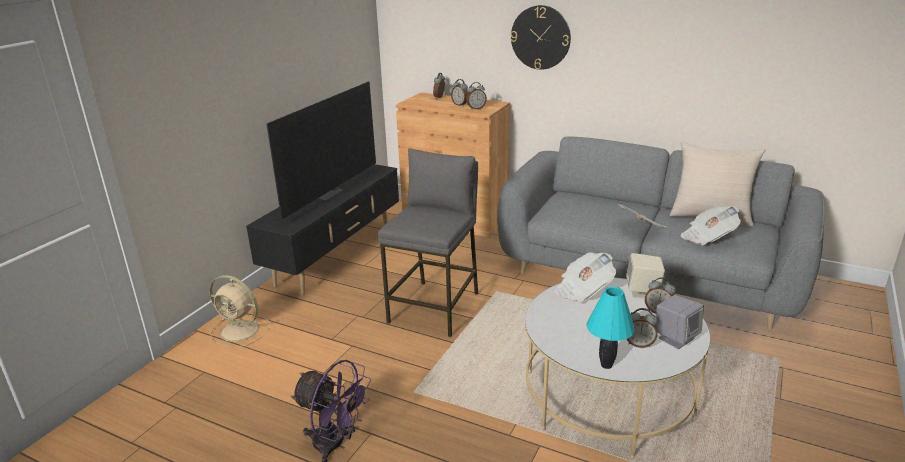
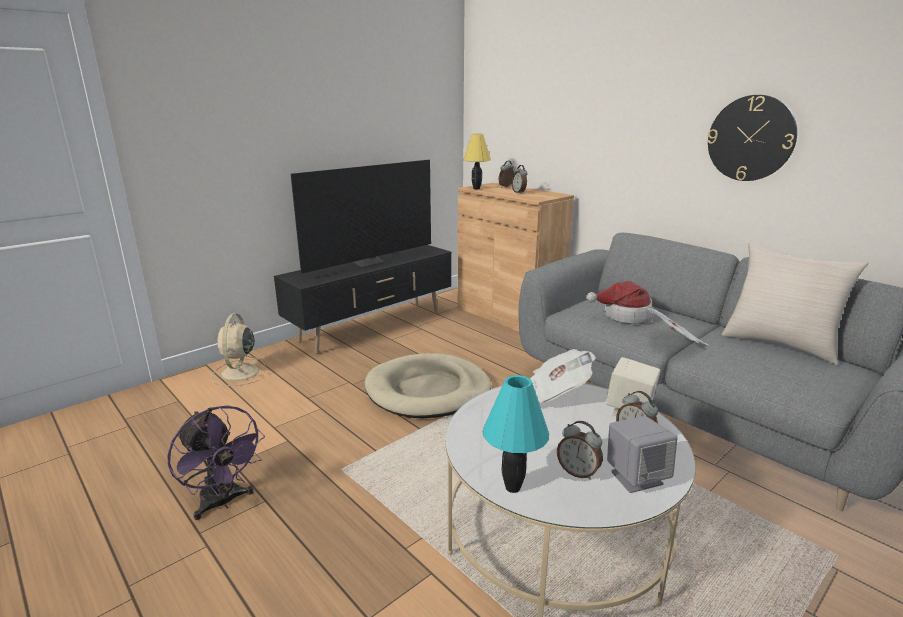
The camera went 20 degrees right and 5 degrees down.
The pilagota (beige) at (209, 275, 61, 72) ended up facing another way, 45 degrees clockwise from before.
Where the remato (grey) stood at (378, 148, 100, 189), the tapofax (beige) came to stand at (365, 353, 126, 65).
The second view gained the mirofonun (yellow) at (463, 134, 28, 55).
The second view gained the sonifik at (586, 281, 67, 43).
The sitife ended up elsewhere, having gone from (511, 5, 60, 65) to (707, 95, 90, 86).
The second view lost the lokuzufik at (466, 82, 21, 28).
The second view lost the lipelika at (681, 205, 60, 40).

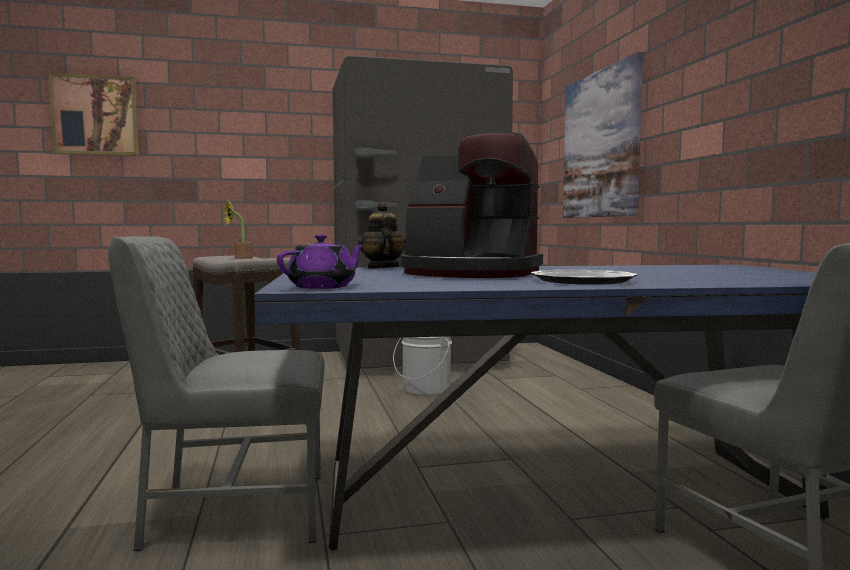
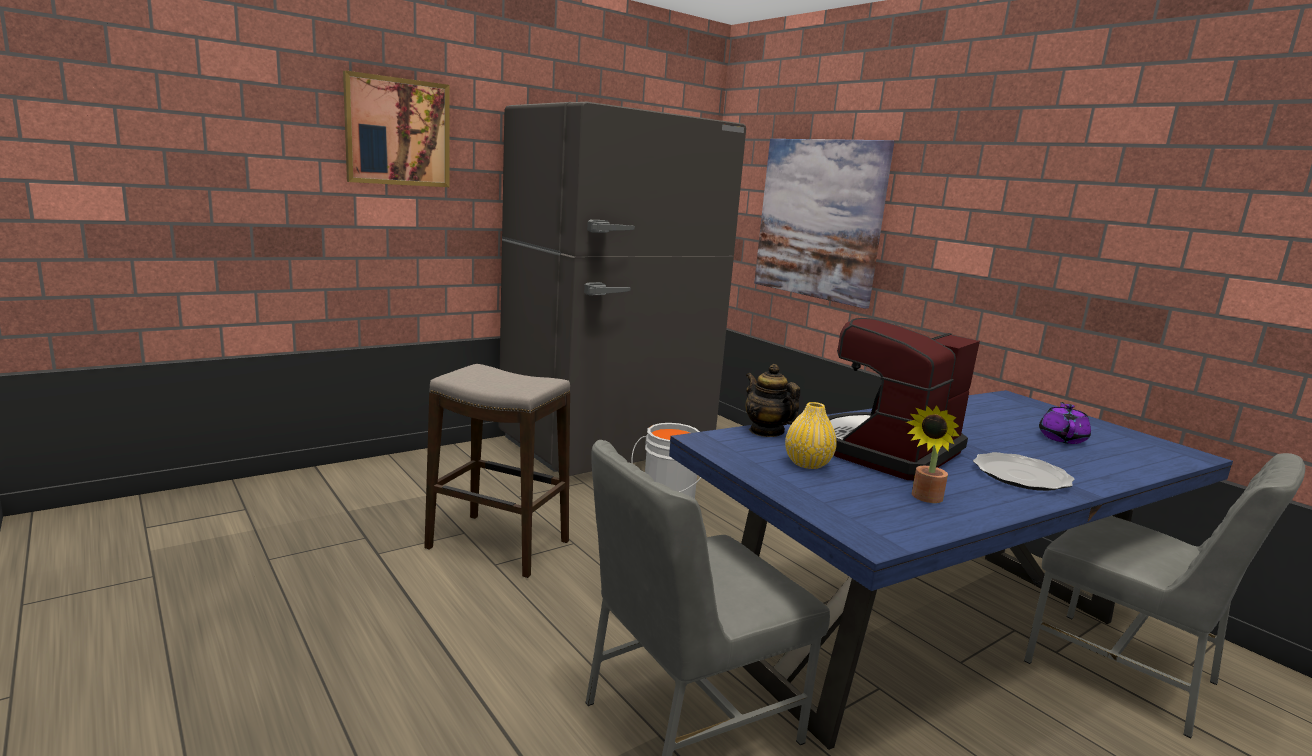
The camera went 25 degrees left and 10 degrees up.
The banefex ended up elsewhere, having gone from (49, 73, 90, 83) to (343, 70, 106, 117).
The second view gained the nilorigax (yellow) at (785, 402, 52, 67).
The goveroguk at (400, 131, 143, 147) ended up facing another way, 135 degrees clockwise from before.
The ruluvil ended up elsewhere, having gone from (223, 201, 30, 58) to (906, 405, 53, 98).
The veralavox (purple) ended up elsewhere, having gone from (277, 235, 88, 54) to (1039, 402, 52, 42).

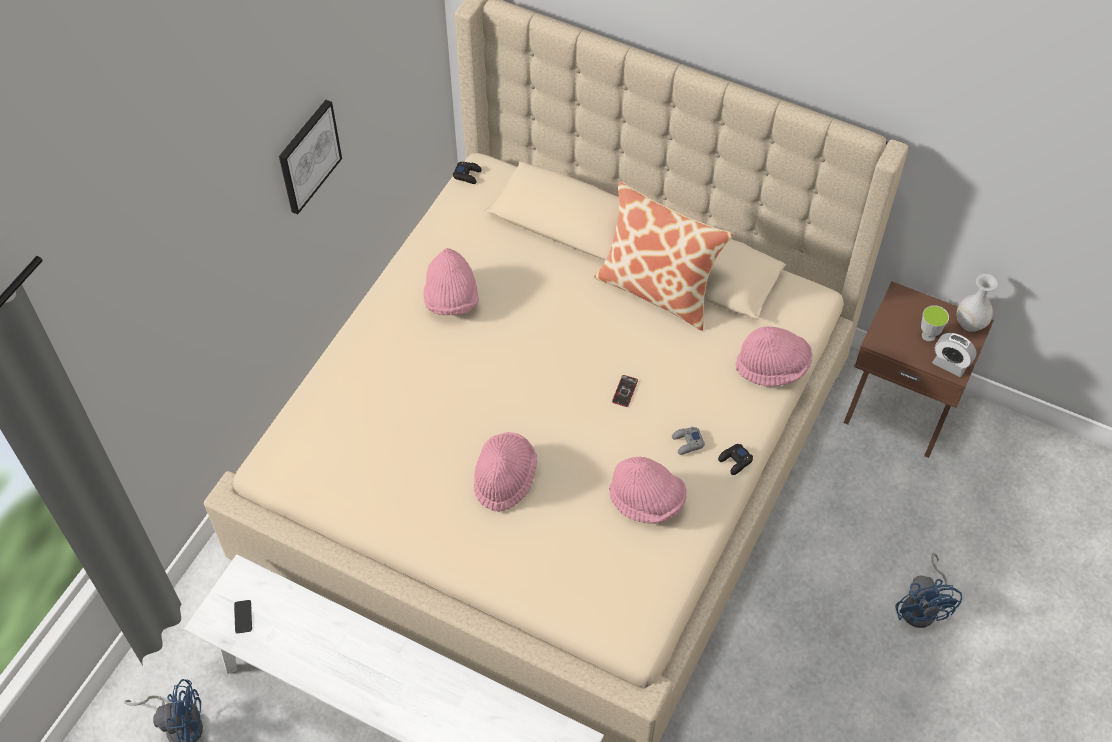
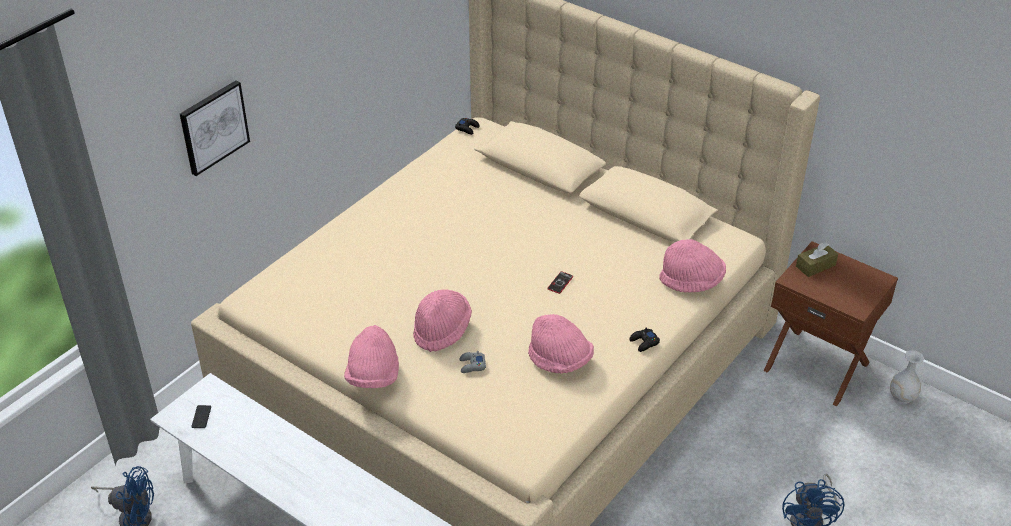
The camera went 10 degrees right and 15 degrees down.
The banefex ended up elsewhere, having gone from (279, 100, 63, 115) to (180, 80, 70, 96).
The sonifik (pink) ended up elsewhere, having gone from (423, 248, 56, 68) to (344, 325, 55, 63).
The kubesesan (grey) ended up elsewhere, having gone from (672, 427, 33, 28) to (460, 351, 26, 22).
The second view gained the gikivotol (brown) at (796, 243, 42, 34).
The nilorigax (white) ended up elsewhere, having gone from (957, 274, 41, 58) to (890, 350, 34, 54).
The second view lost the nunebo at (594, 181, 140, 150).
The second view lost the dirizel at (921, 305, 28, 37).
The second view lost the lokuzufik at (932, 333, 45, 44).

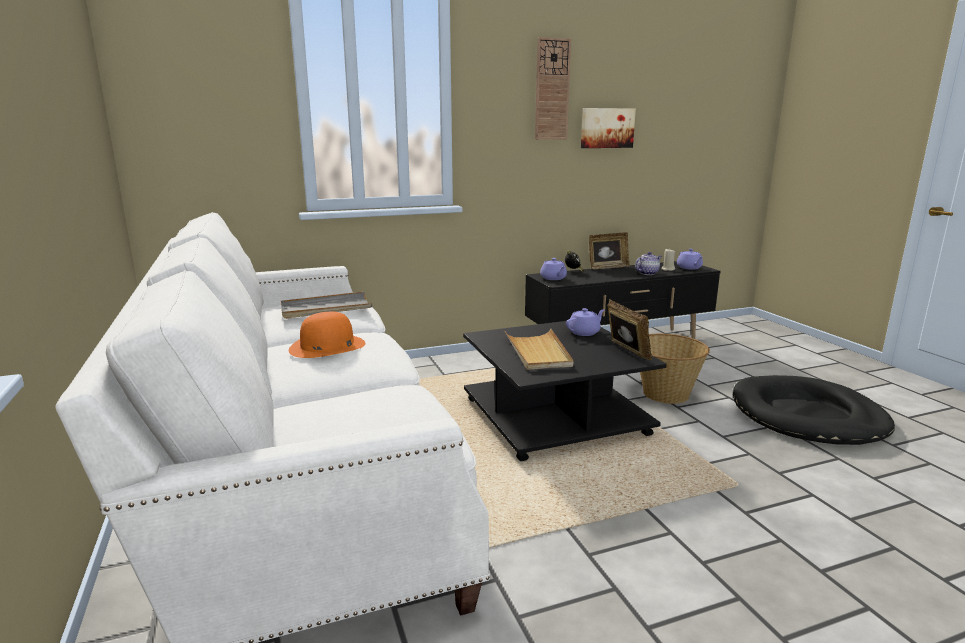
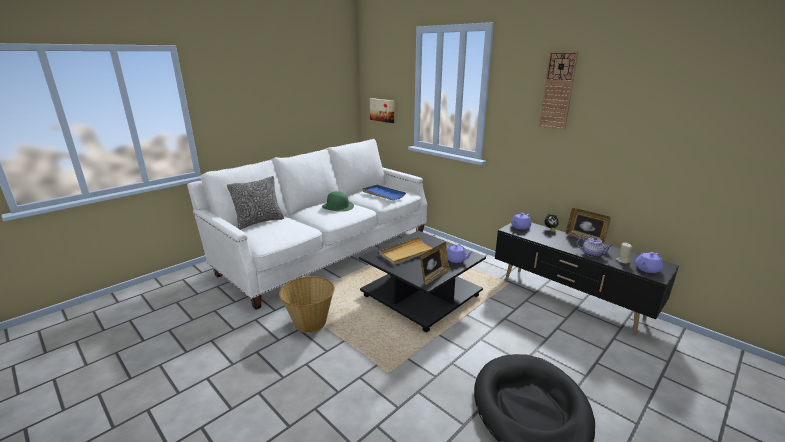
The camera went 65 degrees right and 5 degrees up.
The second view gained the nunebo at (227, 176, 57, 54).
The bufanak ended up elsewhere, having gone from (640, 334, 70, 70) to (279, 276, 56, 57).
What was the sonifik (orange) at (289, 312, 76, 46) turned into the sonifik (green) at (322, 191, 32, 21).
What was the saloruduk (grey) at (281, 291, 91, 28) turned into the saloruduk (blue) at (363, 185, 43, 15).
The banefex ended up elsewhere, having gone from (581, 108, 55, 40) to (370, 98, 24, 25).

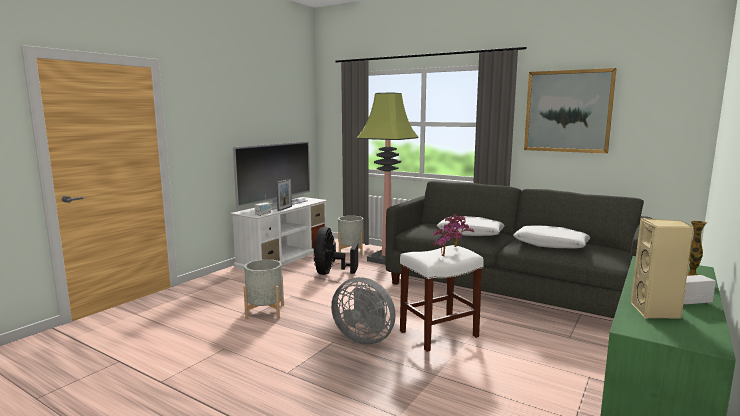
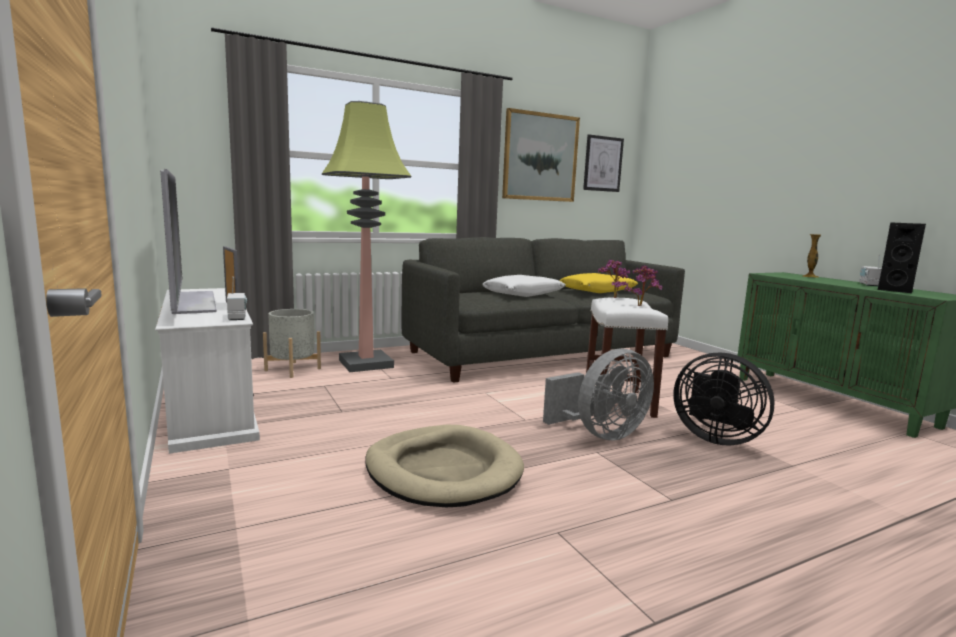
The camera went 60 degrees left and 0 degrees up.
Where the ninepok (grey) stood at (244, 259, 40, 61), the tapofax (beige) came to stand at (365, 425, 159, 82).
What was the nunebo (white) at (513, 226, 78, 22) turned into the nunebo (yellow) at (559, 273, 79, 20).
The second view gained the banefex at (583, 134, 41, 58).
The pilagota (black) ended up elsewhere, having gone from (314, 227, 44, 48) to (673, 352, 102, 94).
What was the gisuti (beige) at (630, 218, 64, 101) turned into the gisuti (black) at (878, 222, 48, 71).

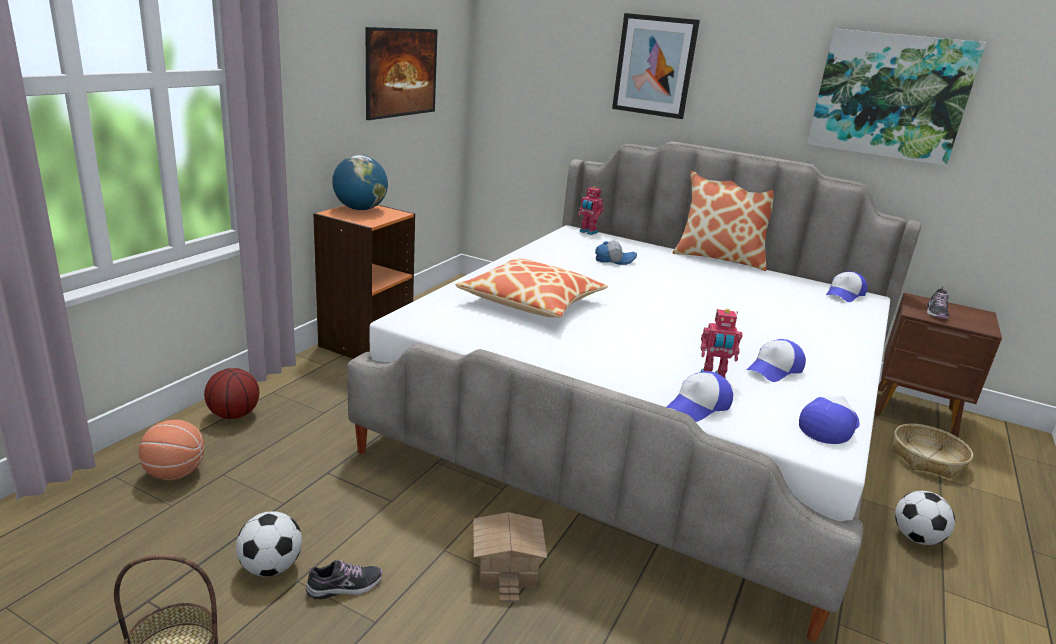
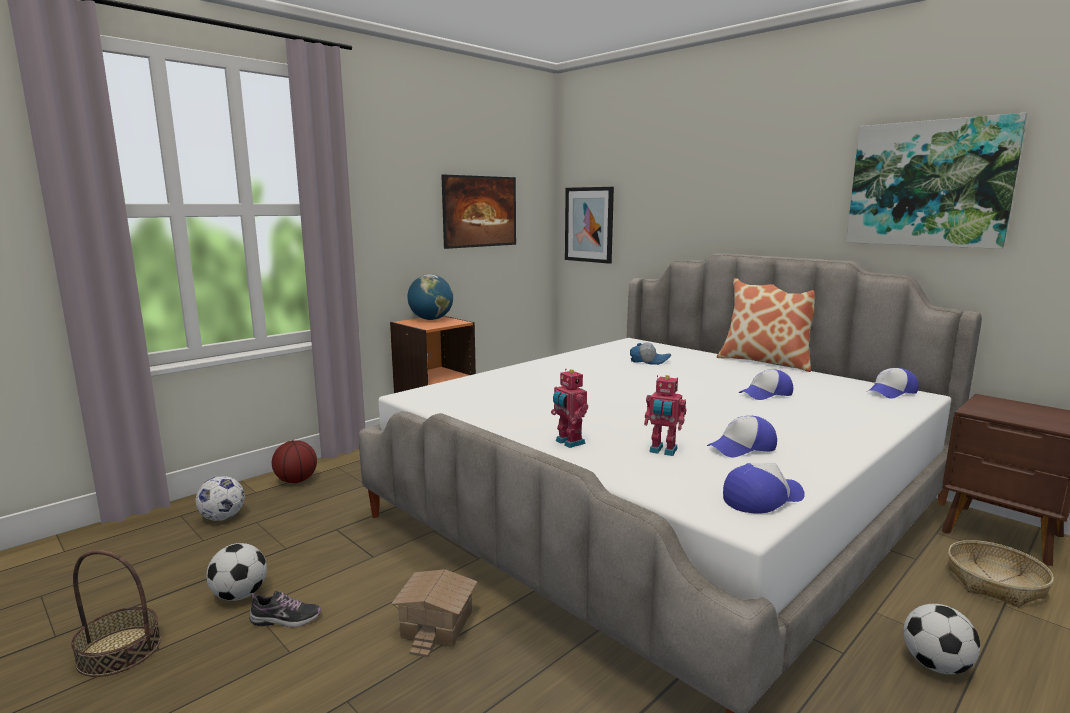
The camera went 20 degrees right and 10 degrees down.
Where the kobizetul stood at (138, 420, 67, 60), the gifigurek came to stand at (195, 476, 50, 45).
The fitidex ended up elsewhere, having gone from (578, 186, 26, 49) to (551, 368, 37, 80).
The banefex ended up elsewhere, having gone from (612, 13, 88, 106) to (565, 187, 49, 77).
The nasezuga ended up elsewhere, having gone from (667, 371, 66, 51) to (739, 369, 54, 31).
The second view lost the nunebo at (455, 259, 153, 59).
The second view lost the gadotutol at (927, 286, 22, 33).

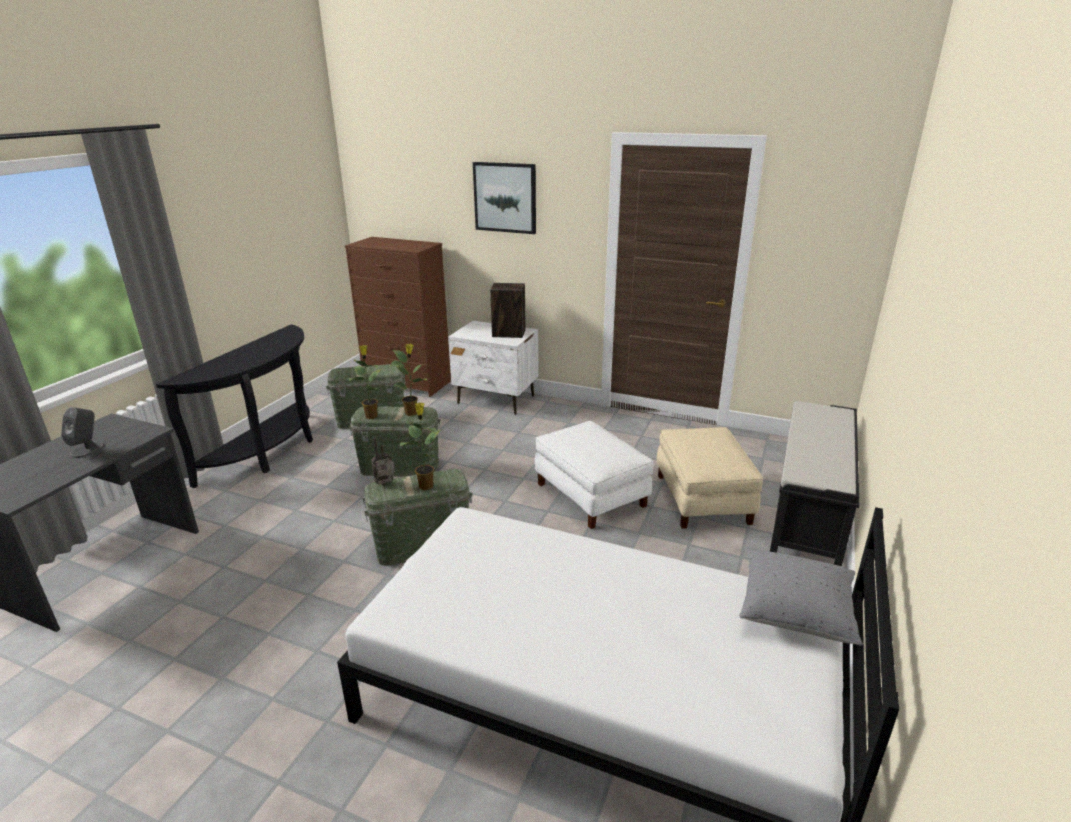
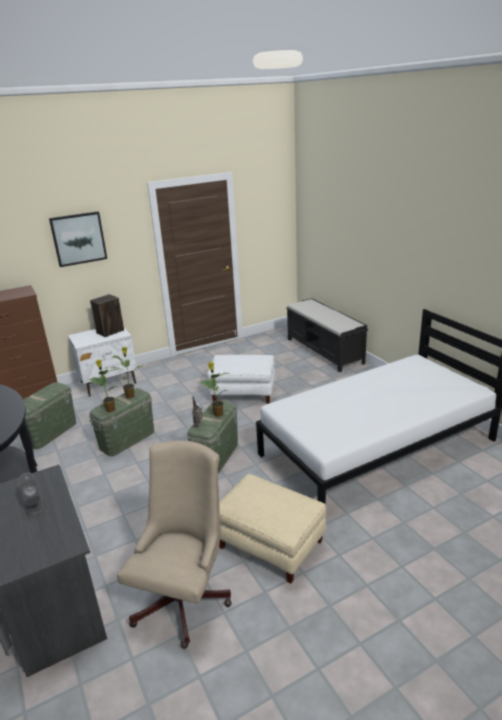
The camera went 50 degrees left and 0 degrees up.
The second view gained the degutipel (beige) at (117, 440, 115, 209).
The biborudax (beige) ended up elsewhere, having gone from (657, 427, 106, 102) to (219, 474, 107, 110).
The second view lost the nunebo (grey) at (739, 549, 124, 97).

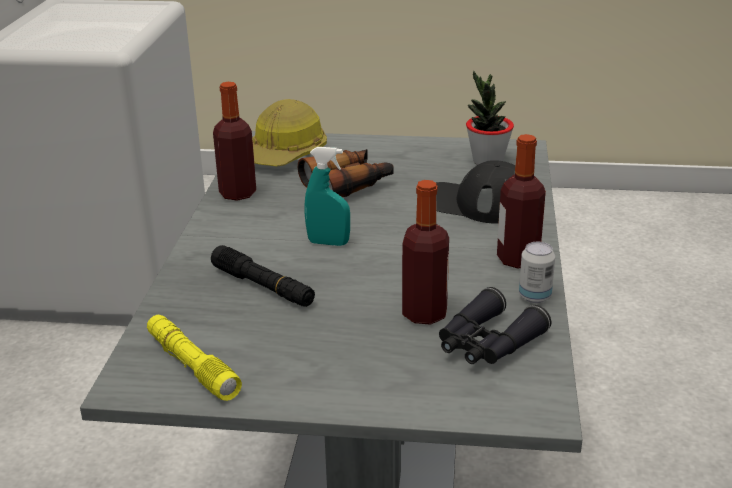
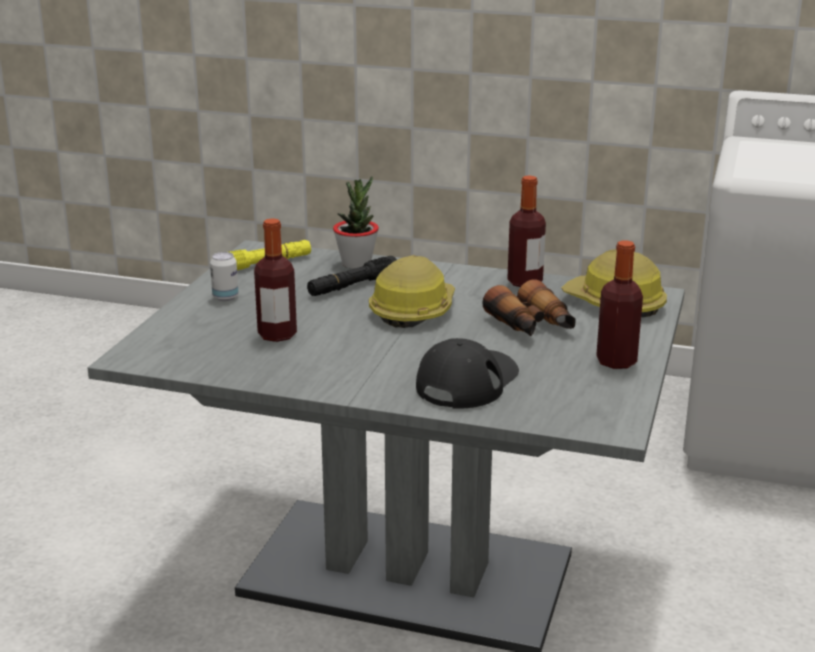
The camera went 100 degrees right and 5 degrees down.
The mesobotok ended up elsewhere, having gone from (519, 242, 36, 61) to (210, 252, 29, 49).
The ruluvil ended up elsewhere, having gone from (466, 71, 48, 94) to (333, 176, 46, 93).
Where the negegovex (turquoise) stood at (305, 147, 45, 99), the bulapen came to stand at (369, 255, 86, 73).
The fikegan ended up elsewhere, having gone from (497, 134, 49, 134) to (596, 240, 47, 129).
The second view lost the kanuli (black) at (439, 287, 112, 77).

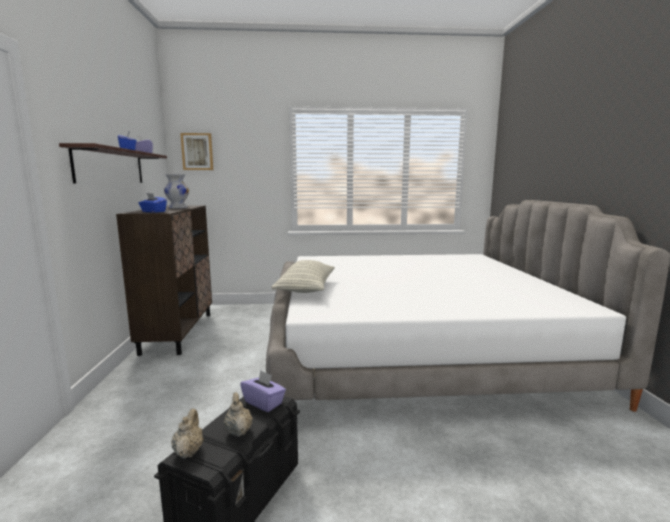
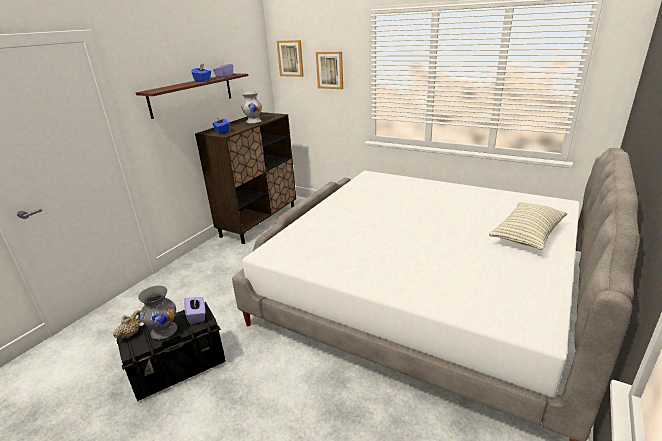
The camera went 35 degrees right and 15 degrees up.
Where the veralavox (beige) stood at (224, 393, 29, 44), the nilorigax (grey) came to stand at (138, 286, 39, 54).
The second view gained the banefex at (316, 52, 27, 37).
The nunebo ended up elsewhere, having gone from (271, 260, 64, 33) to (489, 202, 79, 48).

